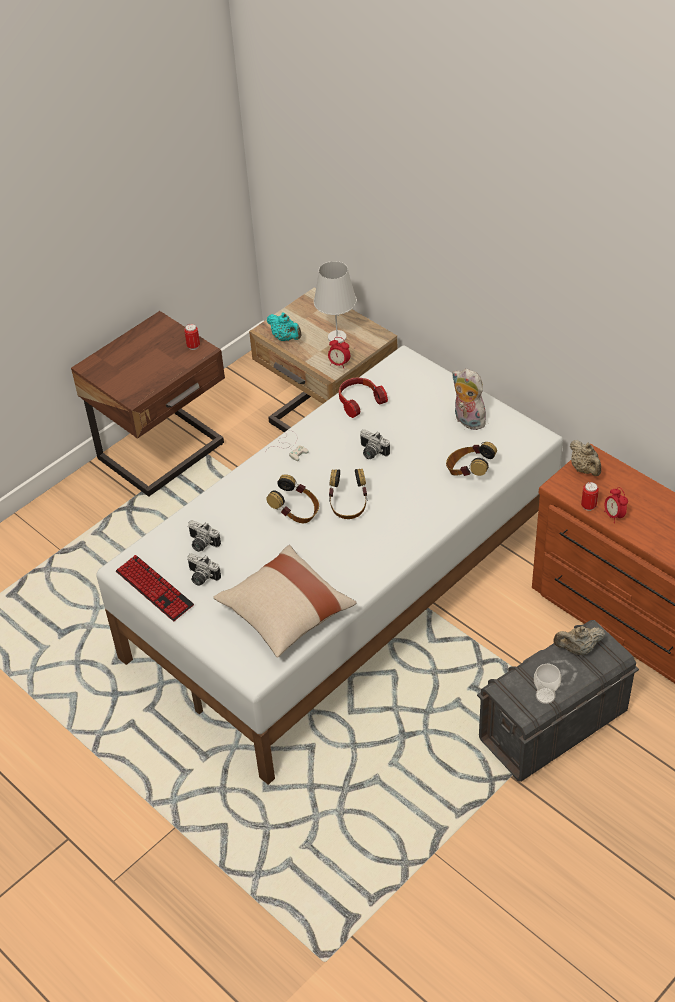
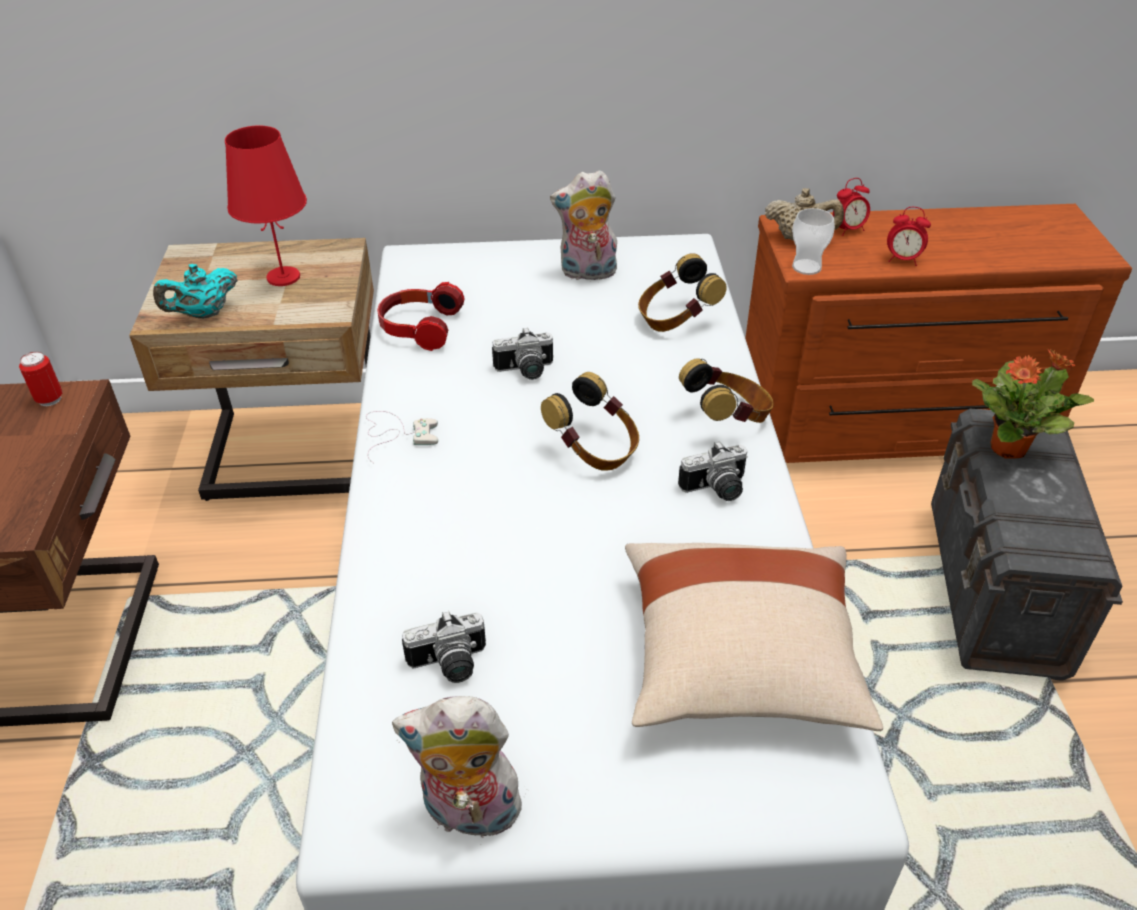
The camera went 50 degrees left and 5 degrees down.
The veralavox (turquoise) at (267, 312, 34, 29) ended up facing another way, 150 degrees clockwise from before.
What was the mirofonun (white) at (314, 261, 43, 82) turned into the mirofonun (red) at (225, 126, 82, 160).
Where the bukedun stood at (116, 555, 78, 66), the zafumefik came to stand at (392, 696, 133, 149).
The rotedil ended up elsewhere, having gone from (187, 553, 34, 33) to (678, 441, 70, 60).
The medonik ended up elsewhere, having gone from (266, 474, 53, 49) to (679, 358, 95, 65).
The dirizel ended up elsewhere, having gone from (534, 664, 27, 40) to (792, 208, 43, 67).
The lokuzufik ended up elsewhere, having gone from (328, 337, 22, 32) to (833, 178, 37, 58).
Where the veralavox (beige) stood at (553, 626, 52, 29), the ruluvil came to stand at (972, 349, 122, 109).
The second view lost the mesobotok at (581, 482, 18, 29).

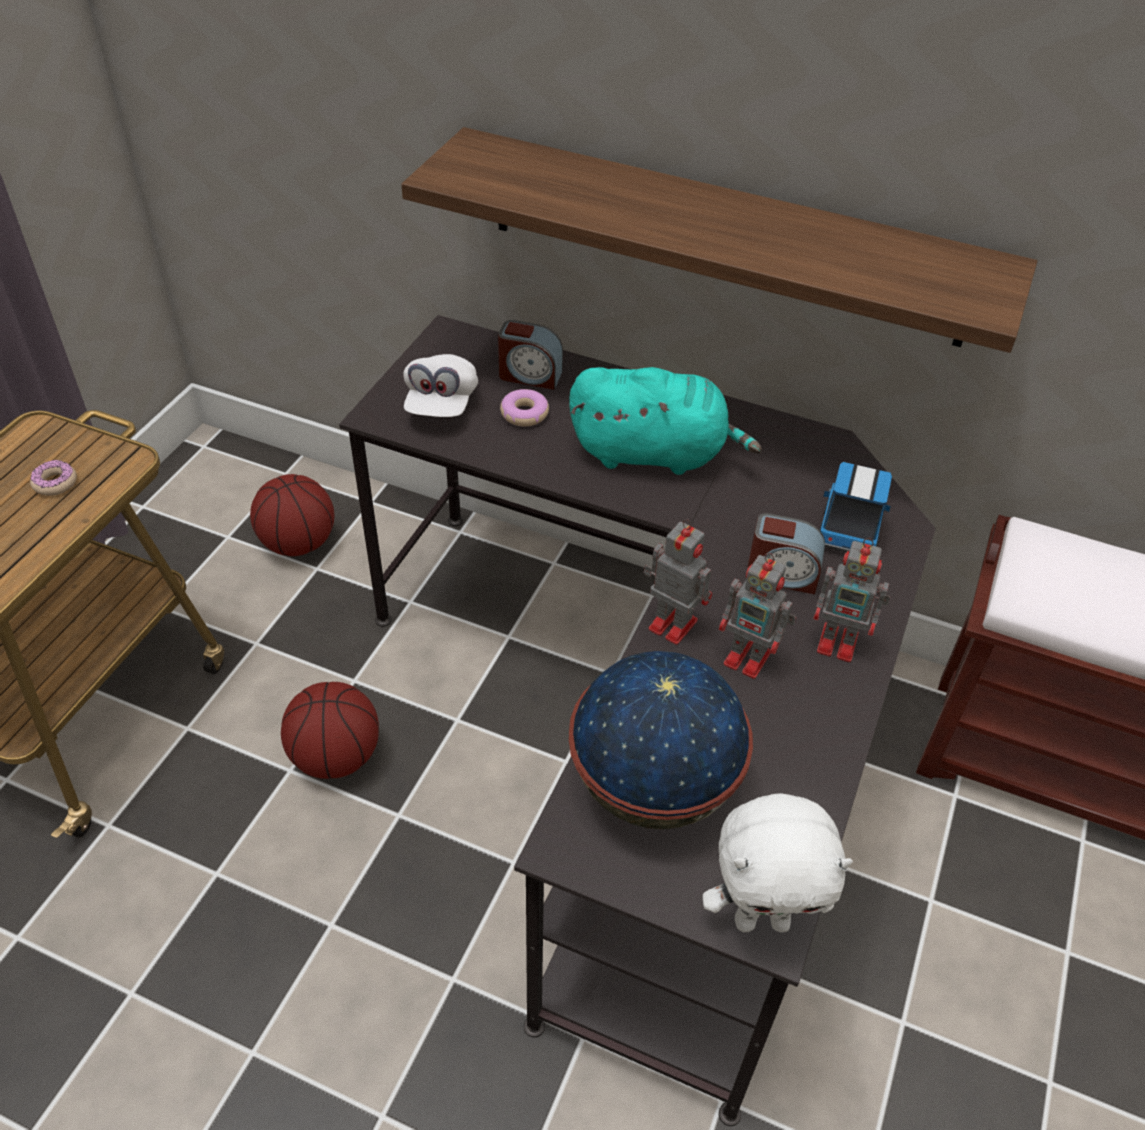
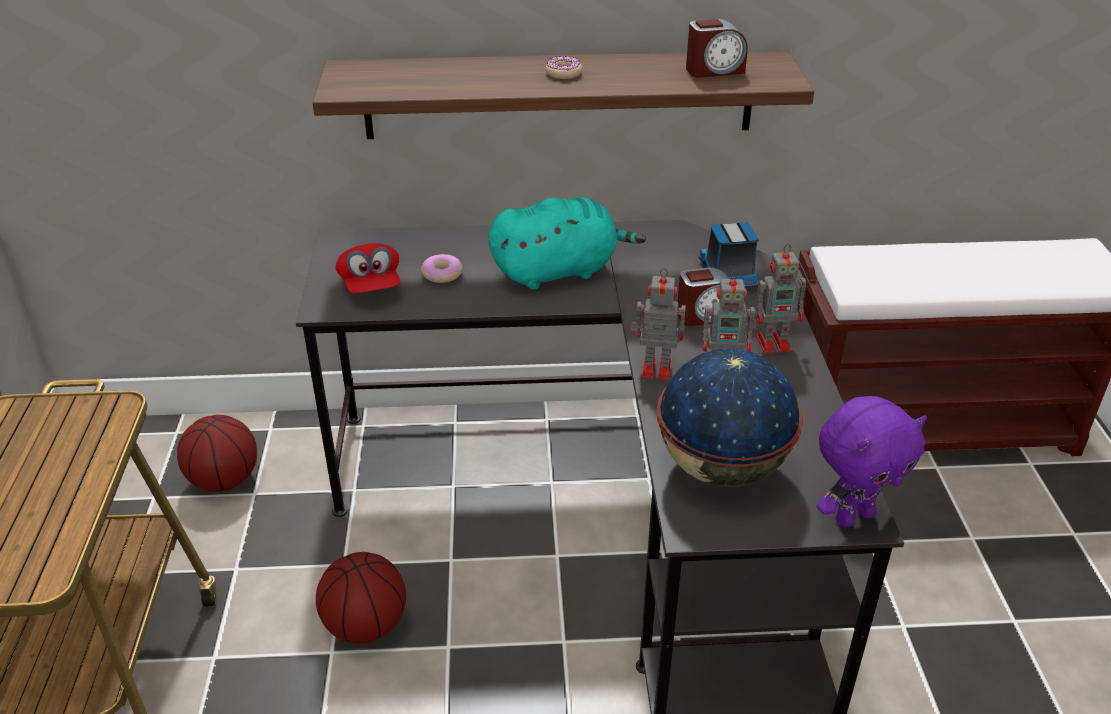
The camera went 25 degrees left and 10 degrees down.
What was the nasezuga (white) at (403, 354, 75, 63) turned into the nasezuga (red) at (335, 243, 65, 50).
The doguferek ended up elsewhere, having gone from (30, 460, 47, 36) to (546, 56, 36, 23).
The lokuzufik ended up elsewhere, having gone from (498, 320, 65, 70) to (686, 19, 62, 59).
What was the zafumefik (white) at (703, 793, 150, 139) turned into the zafumefik (purple) at (817, 396, 110, 132).

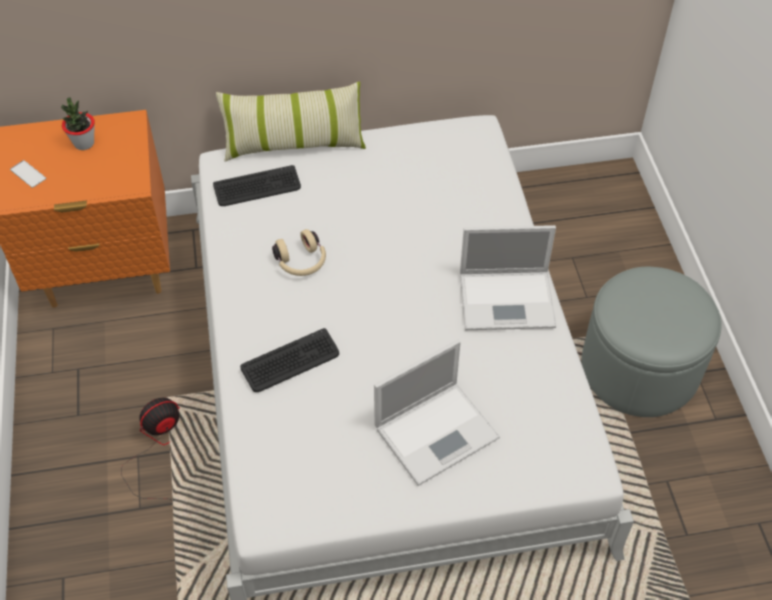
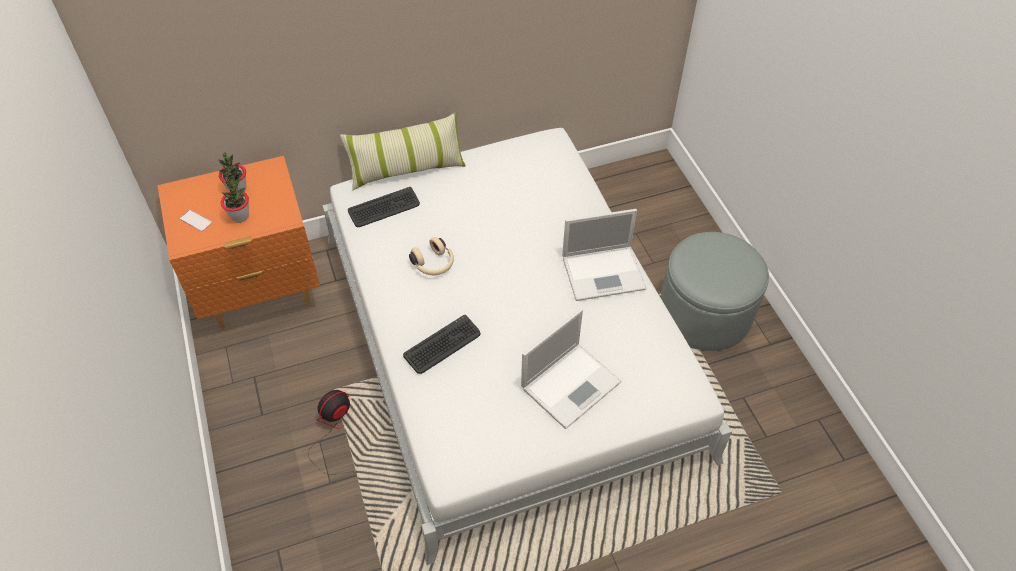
The camera went 10 degrees left and 0 degrees up.
The second view gained the ruluvil at (221, 176, 28, 47).

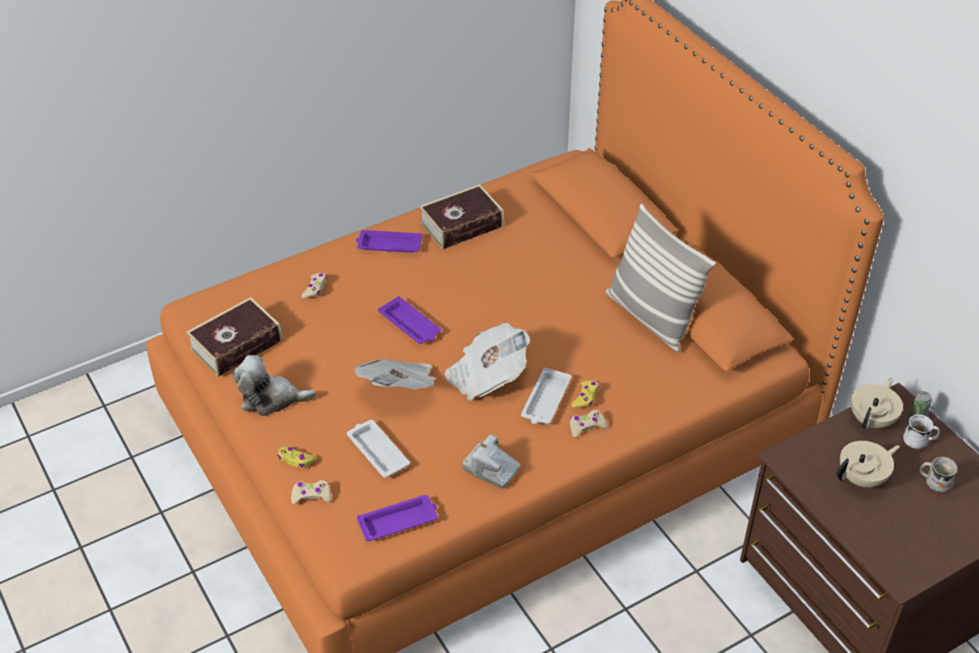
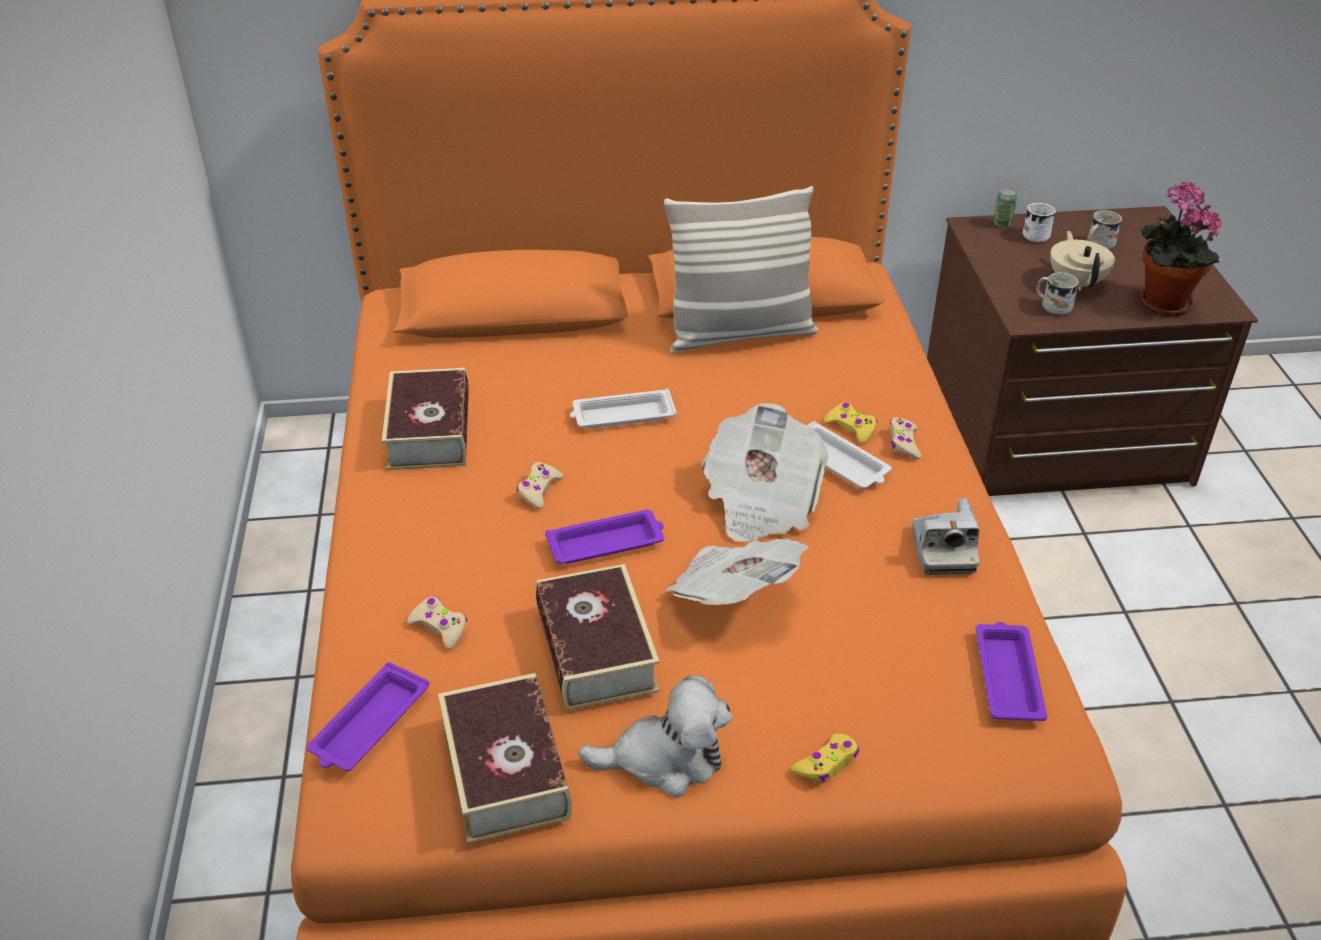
The camera went 65 degrees left and 5 degrees down.
The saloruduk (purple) ended up elsewhere, having gone from (356, 230, 66, 23) to (307, 662, 122, 109).
The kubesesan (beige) ended up elsewhere, having gone from (291, 480, 40, 24) to (517, 462, 46, 47).
The second view gained the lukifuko at (535, 564, 125, 147).
The saloruduk (white) ended up elsewhere, having gone from (347, 420, 63, 58) to (570, 389, 107, 39).
The zafumefik at (233, 355, 83, 61) ended up facing another way, 120 degrees counterclockwise from before.
The rotedil at (462, 434, 58, 54) ended up facing another way, 60 degrees counterclockwise from before.
The second view gained the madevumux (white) at (1036, 272, 43, 43).
The second view gained the ruluvil at (1140, 181, 82, 135).
The second view lost the veralavox (beige) at (851, 378, 52, 52).

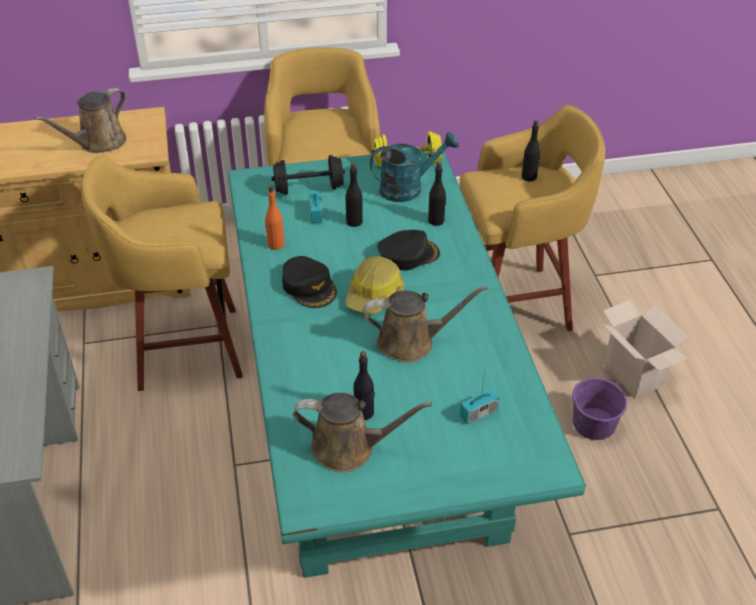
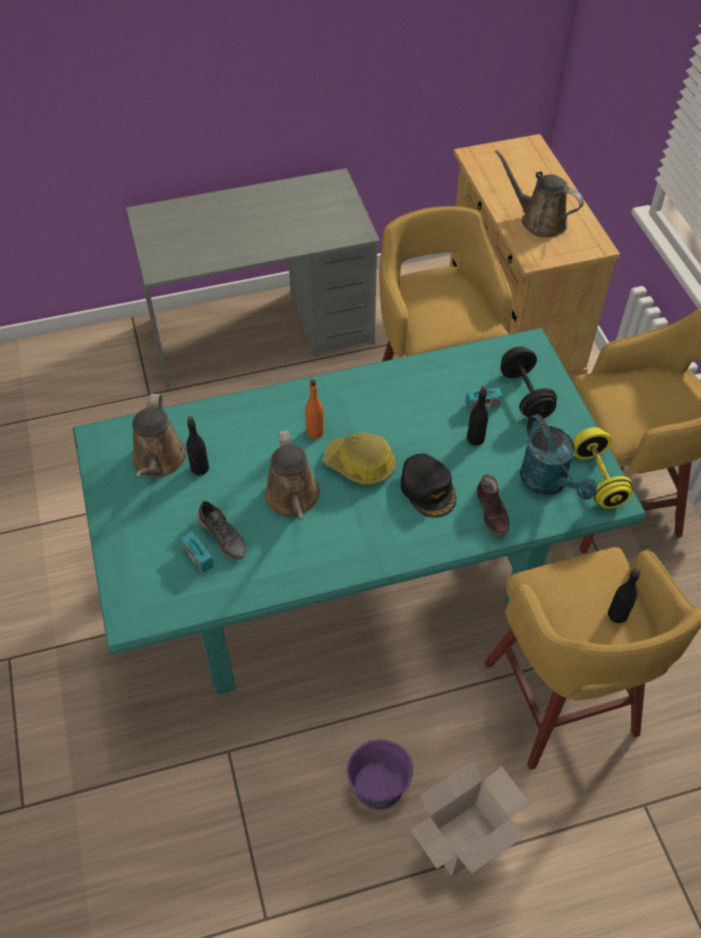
The camera went 85 degrees right and 10 degrees up.
The second view gained the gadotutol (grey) at (197, 501, 50, 59).
The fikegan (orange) ended up elsewhere, having gone from (265, 185, 19, 65) to (305, 379, 19, 60).
Where the fikegan (black) stood at (428, 162, 18, 64), the gadotutol (brown) came to stand at (477, 475, 32, 61).
The second view lost the nasezuga (black) at (282, 256, 55, 52).

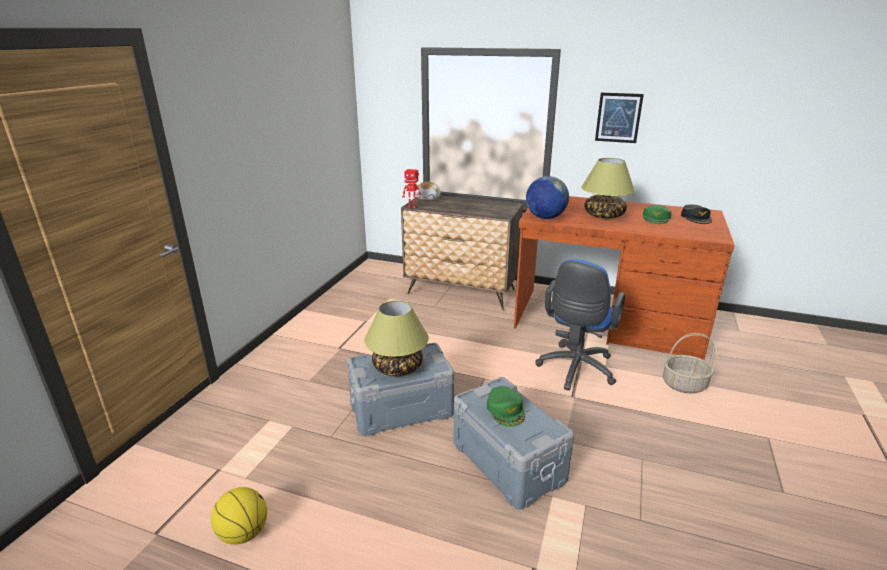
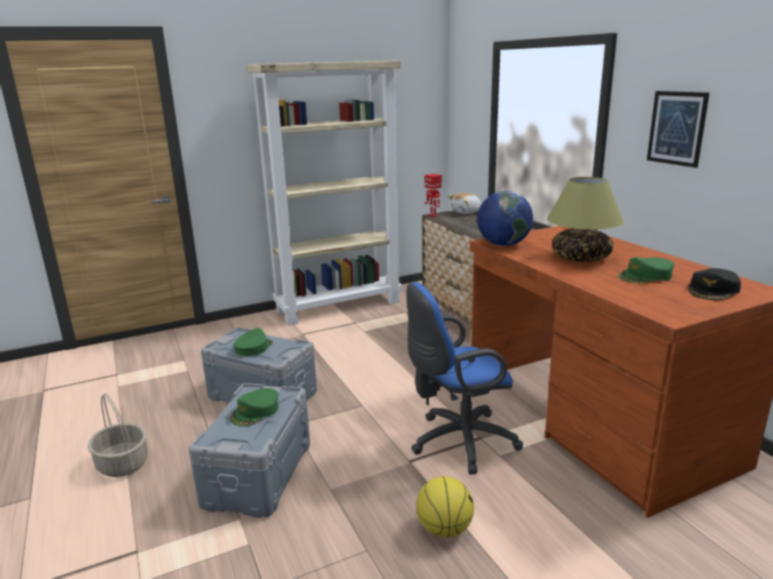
The camera went 45 degrees right and 5 degrees down.
The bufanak ended up elsewhere, having gone from (663, 333, 52, 60) to (88, 393, 60, 84).
Where the mirofonun stood at (364, 300, 65, 77), the nasezuga (green) came to stand at (233, 328, 40, 28).
The second view gained the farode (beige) at (247, 60, 155, 266).
The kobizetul ended up elsewhere, having gone from (211, 487, 56, 58) to (416, 476, 58, 62).

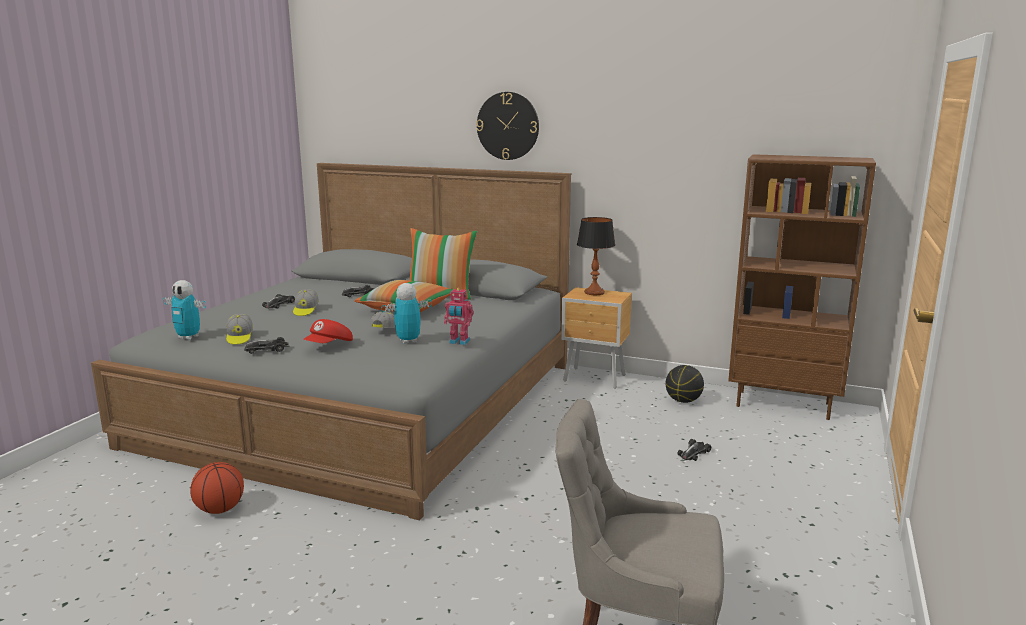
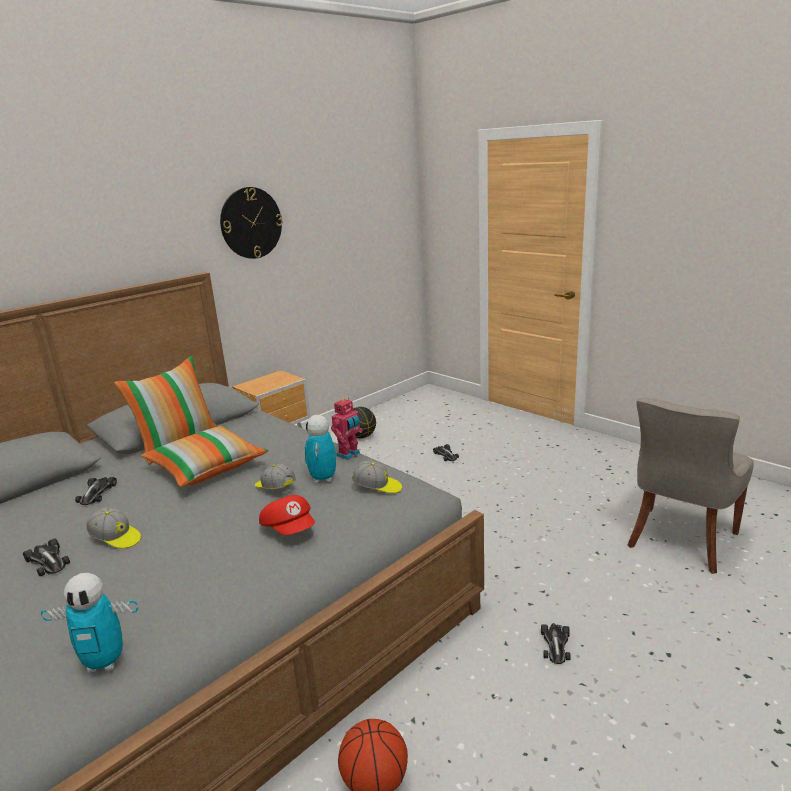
The camera went 65 degrees left and 5 degrees up.
The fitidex at (163, 280, 43, 60) ended up facing another way, 45 degrees clockwise from before.
The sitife ended up elsewhere, having gone from (476, 92, 63, 68) to (220, 187, 63, 72).
The nasezuga ended up elsewhere, having gone from (226, 314, 27, 31) to (352, 461, 50, 32).
The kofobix ended up elsewhere, having gone from (244, 337, 45, 17) to (541, 623, 29, 41).
The second view lost the mirofonun at (577, 217, 38, 78).
The second view lost the farode (brown) at (728, 154, 148, 266).

